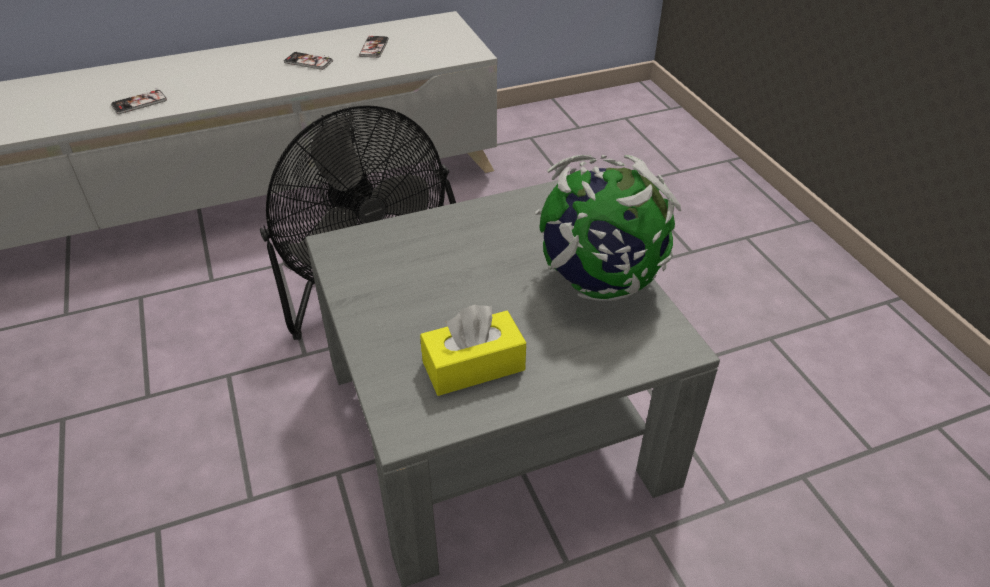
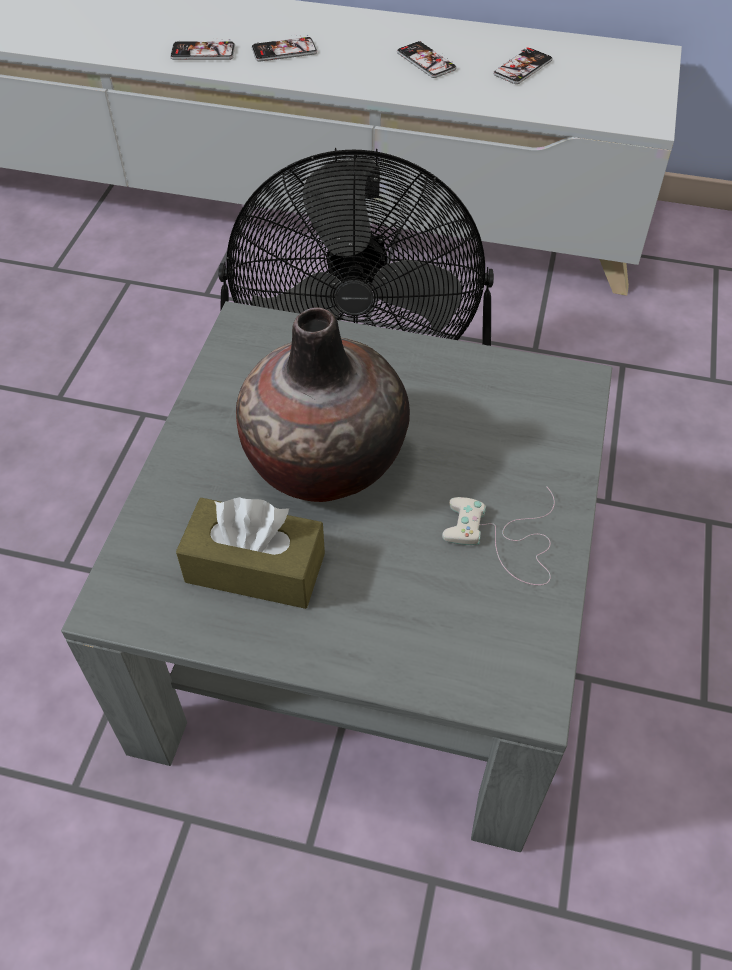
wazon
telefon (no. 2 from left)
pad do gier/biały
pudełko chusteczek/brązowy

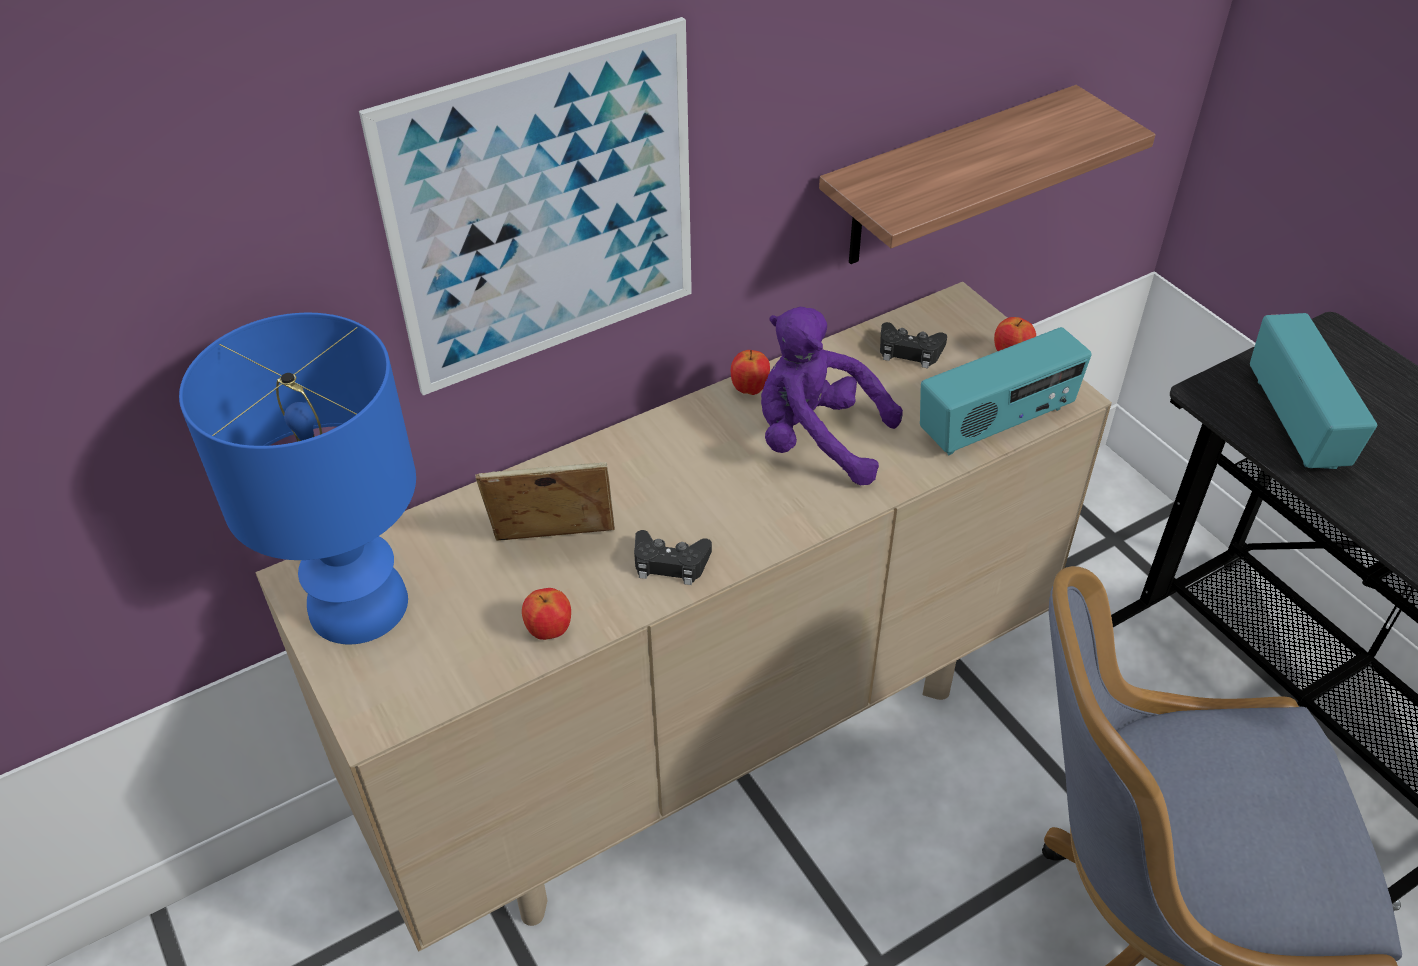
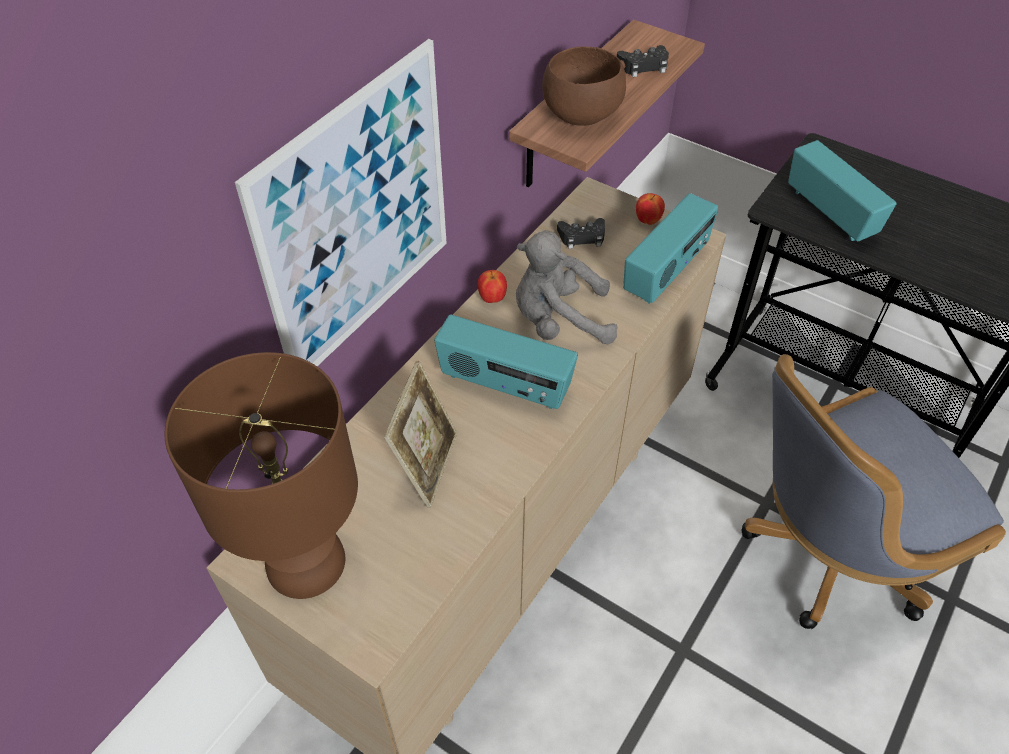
jabłko (no. 1 from left in the first image)
radio (no. 1 from left)
miska/brązowy
pad do gier/czarny (no. 2 from left)
lampa stołowa/brązowy
pluszak/szary
ramka na zdjęcie

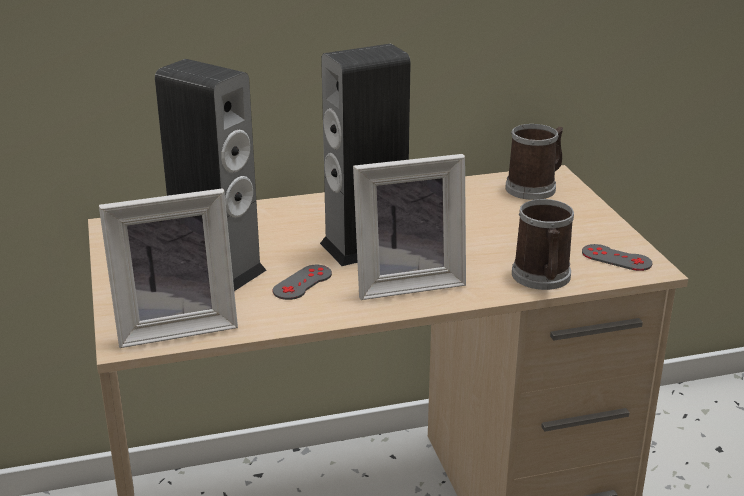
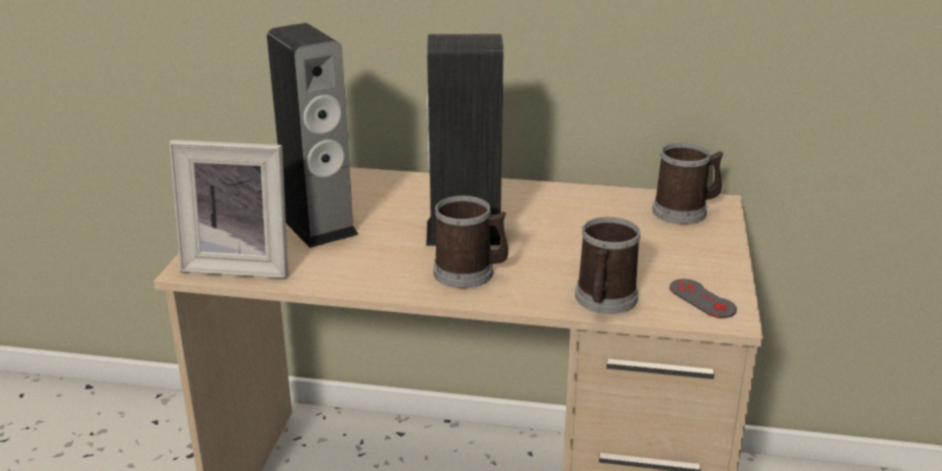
pad do gier/szary (no. 1 from left in the first image)
kubek (no. 1 from left)

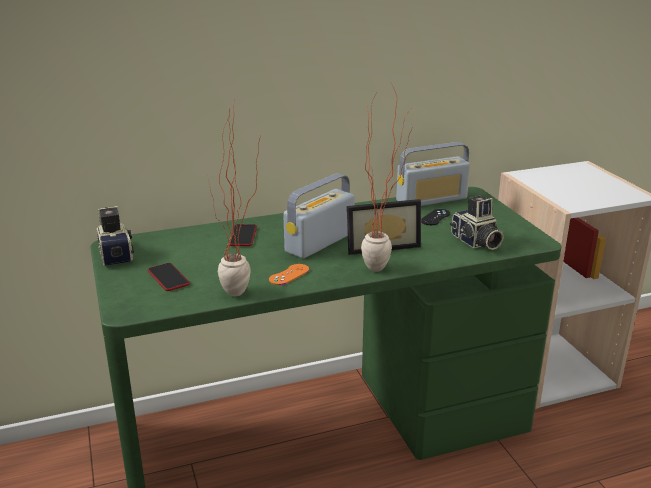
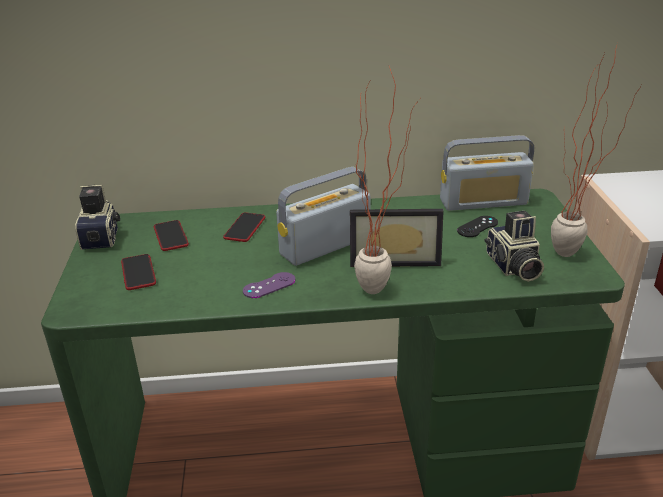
telefon (no. 2 from left)
roślina doniczkowa (no. 2 from left)
pad do gier/fioletowy

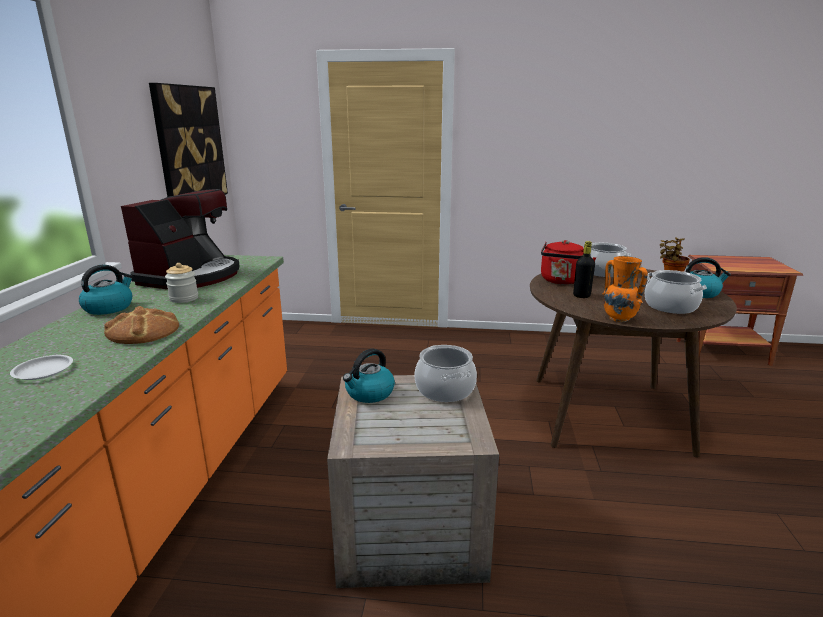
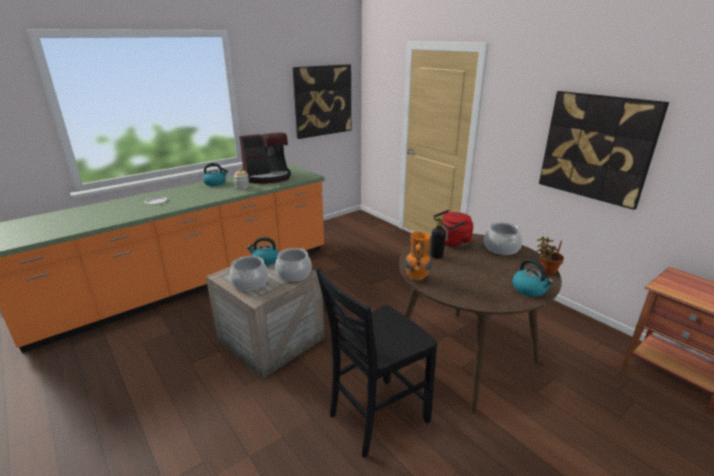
chleb
krzesło/czarny
obraz (no. 2 from left)
garnek (no. 1 from left)

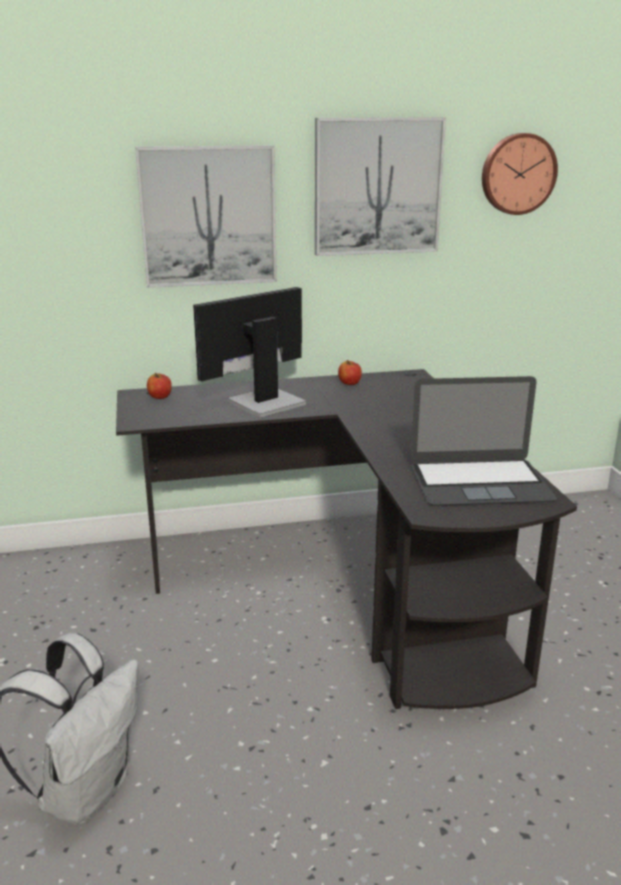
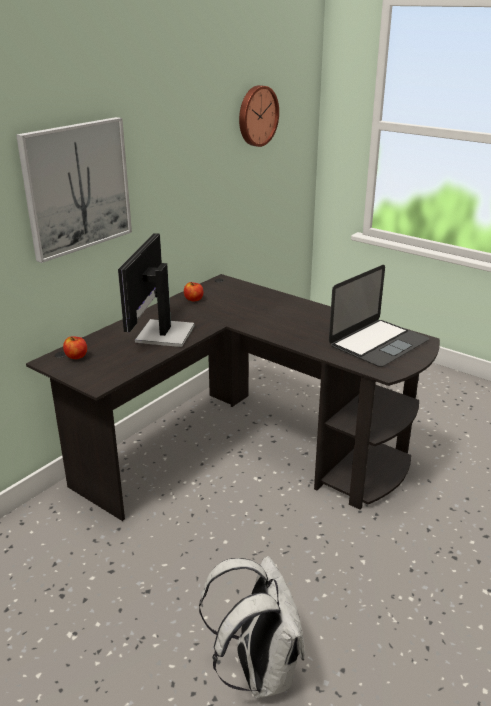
obraz (no. 2 from left in the first image)

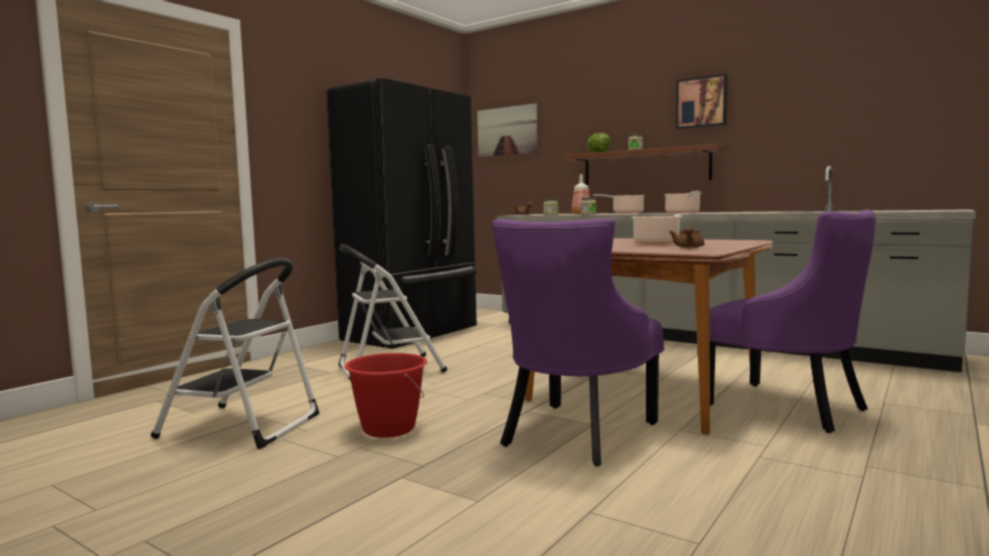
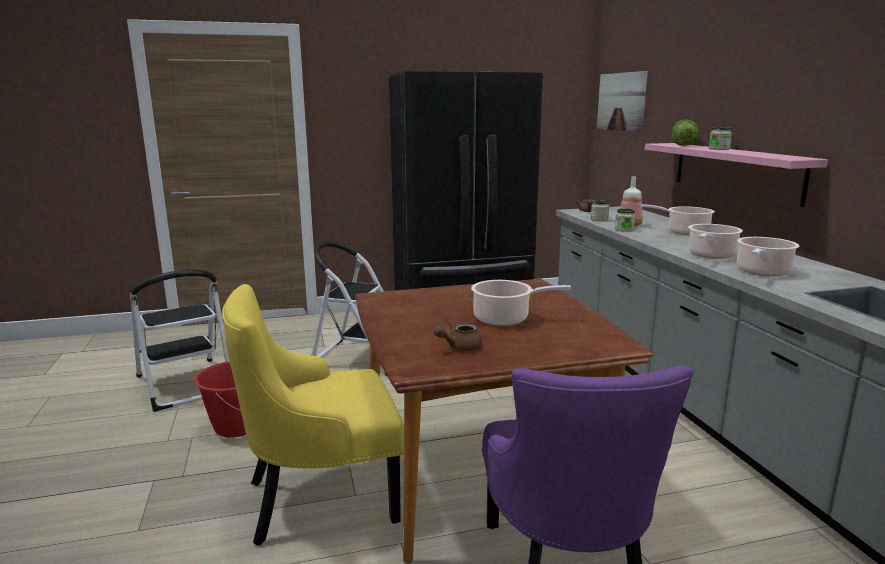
obraz (no. 2 from left in the first image)
garnek (no. 4 from left)
krzesło/żółty
półka/różowy

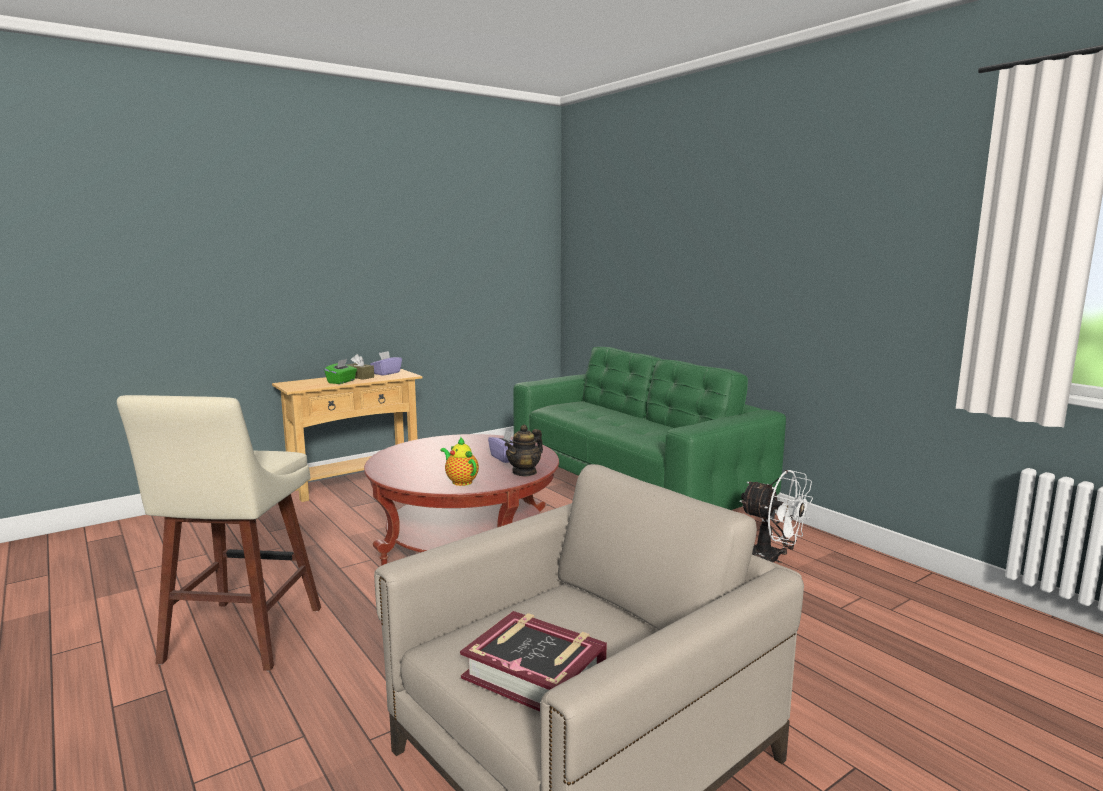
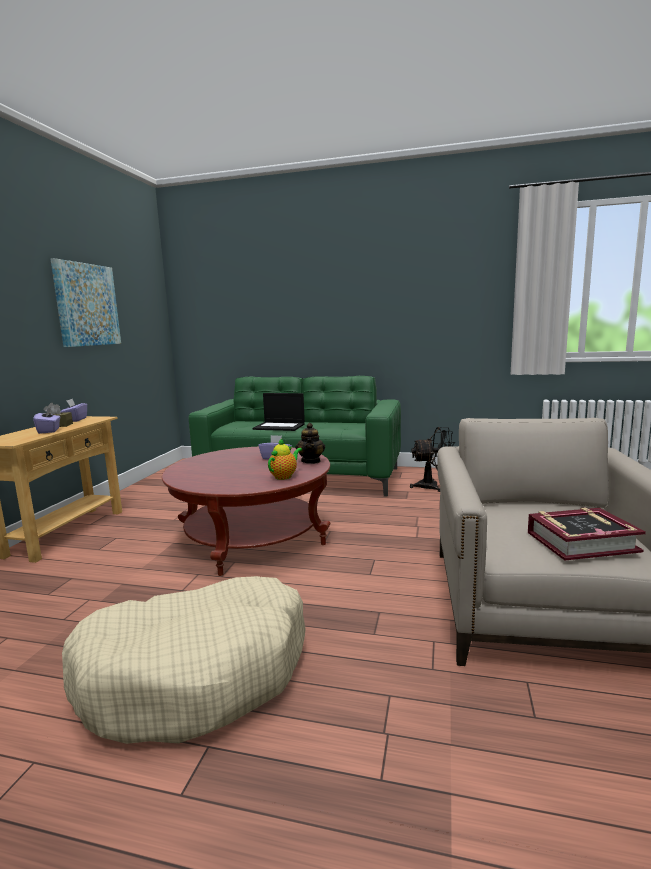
obraz
laptop
legowisko/beżowy
pudełko chusteczek/fioletowy (no. 1 from left)
wentylator/czarny
imbryk (no. 1 from left)

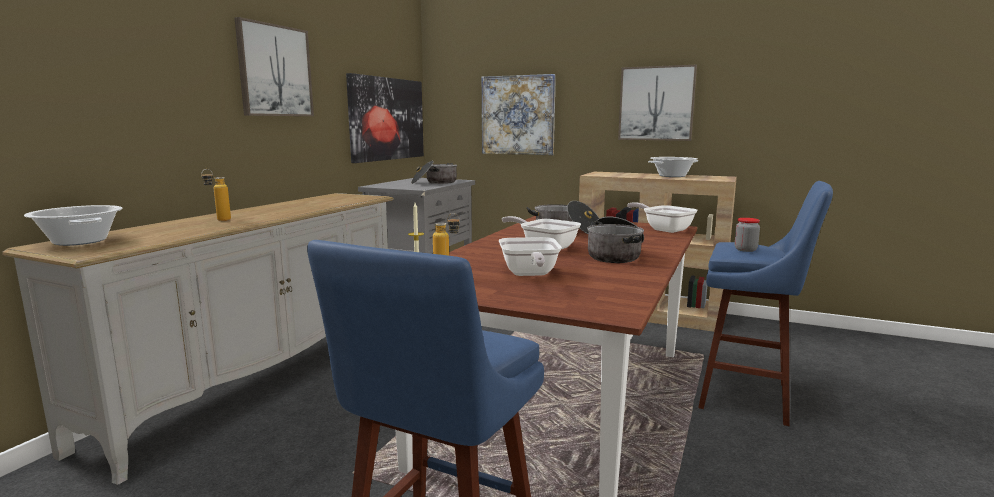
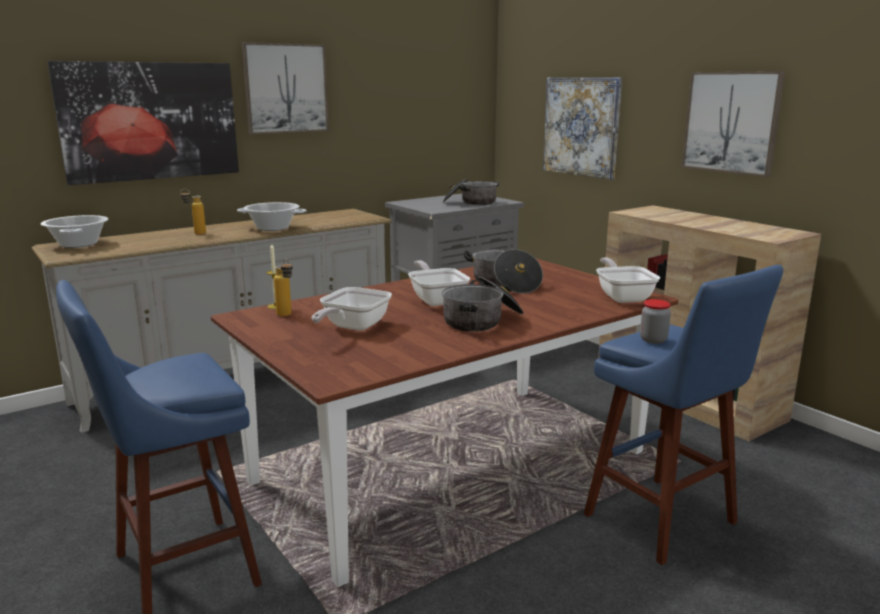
obraz (no. 1 from left)
garnek (no. 2 from left)

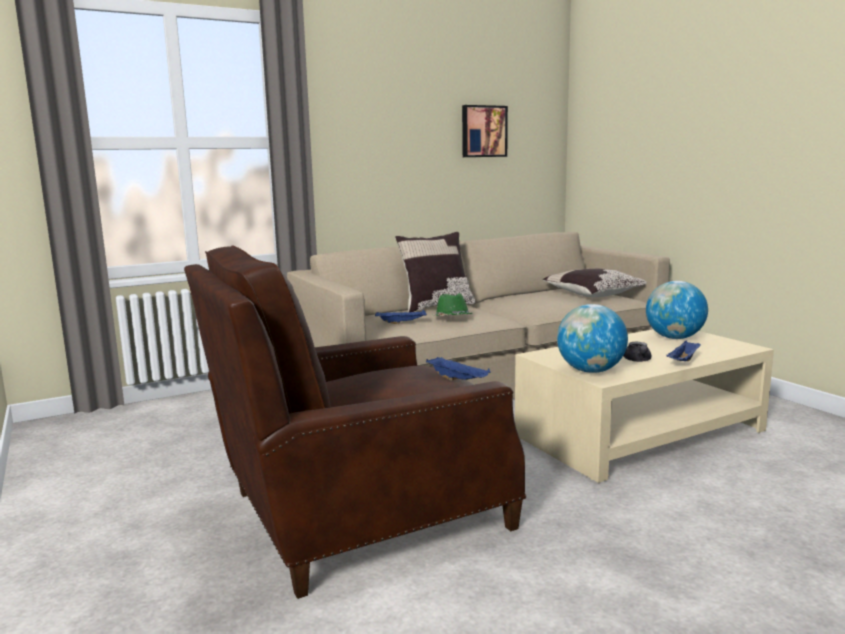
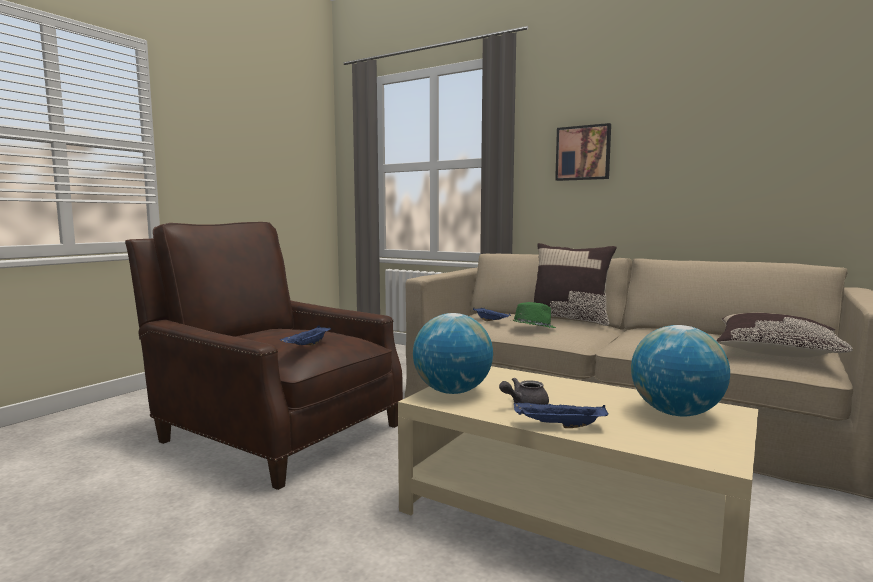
obraz

